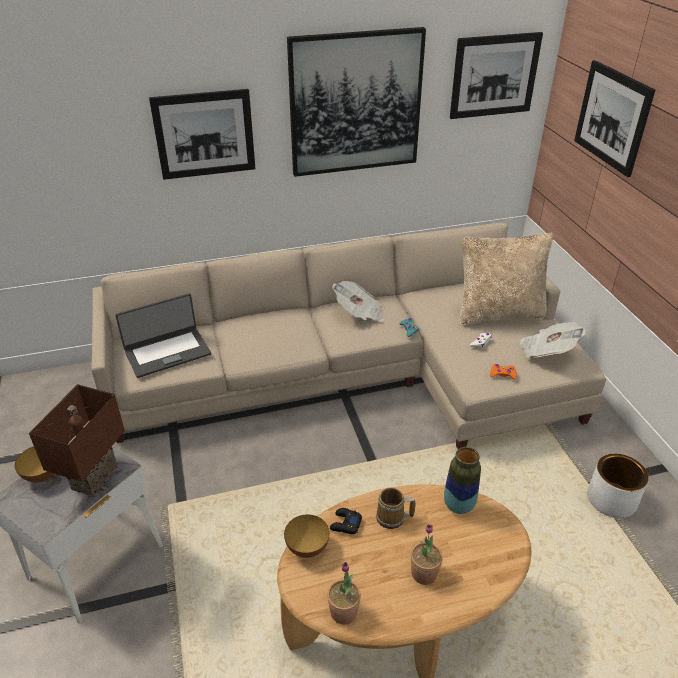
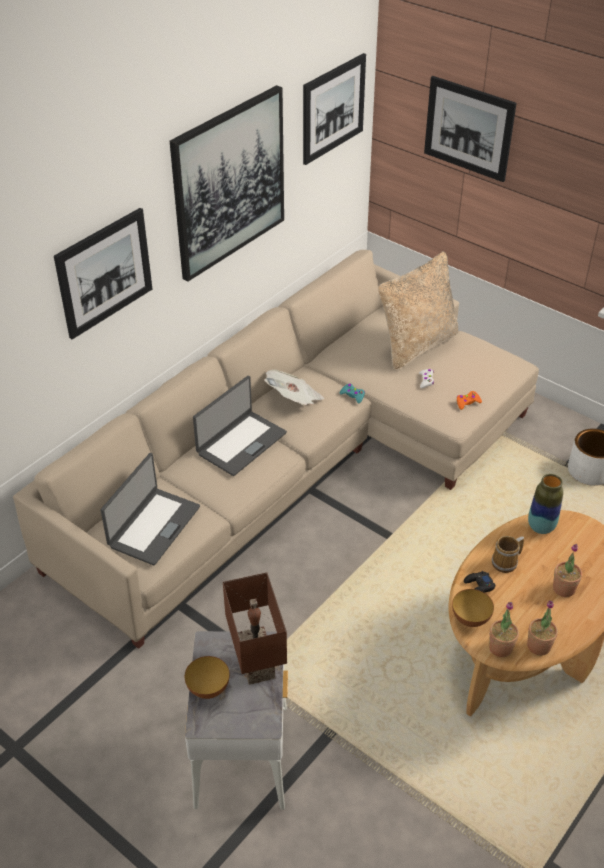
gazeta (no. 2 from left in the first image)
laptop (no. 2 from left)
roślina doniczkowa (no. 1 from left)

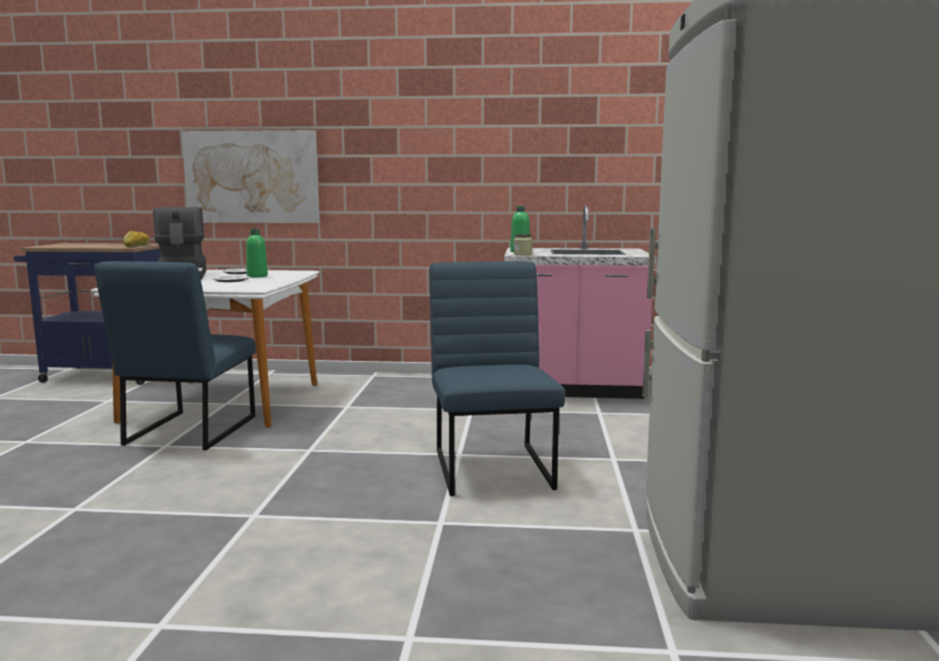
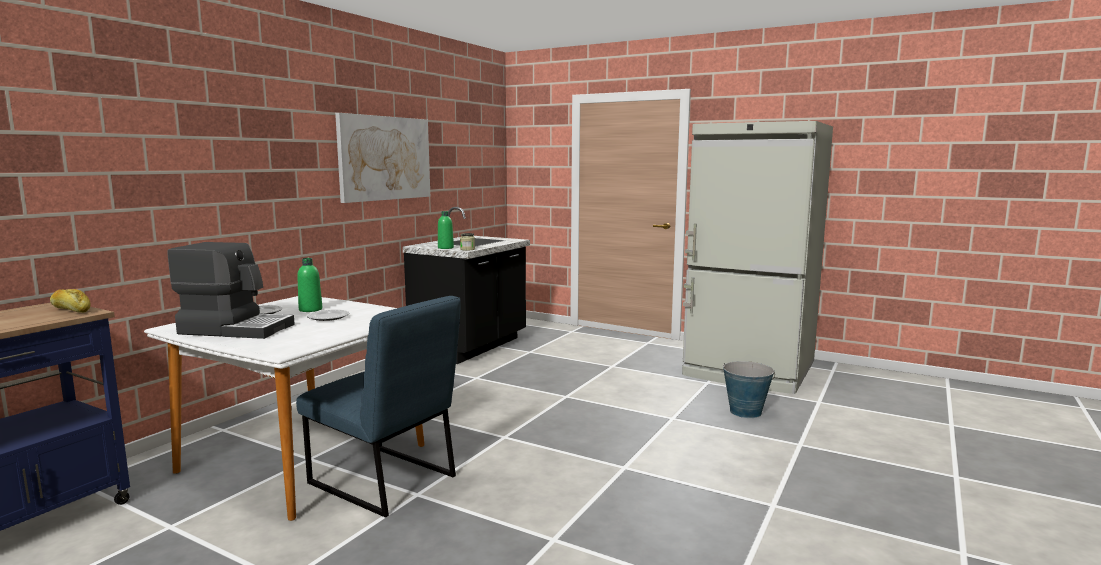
krzesło/niebieski (no. 2 from left in the first image)
wiadro
obraz
zabudowa kuchenna/czarny

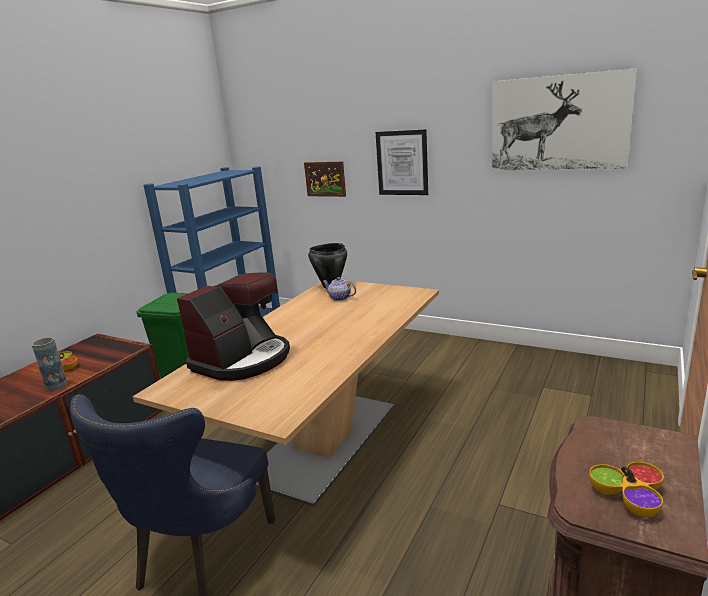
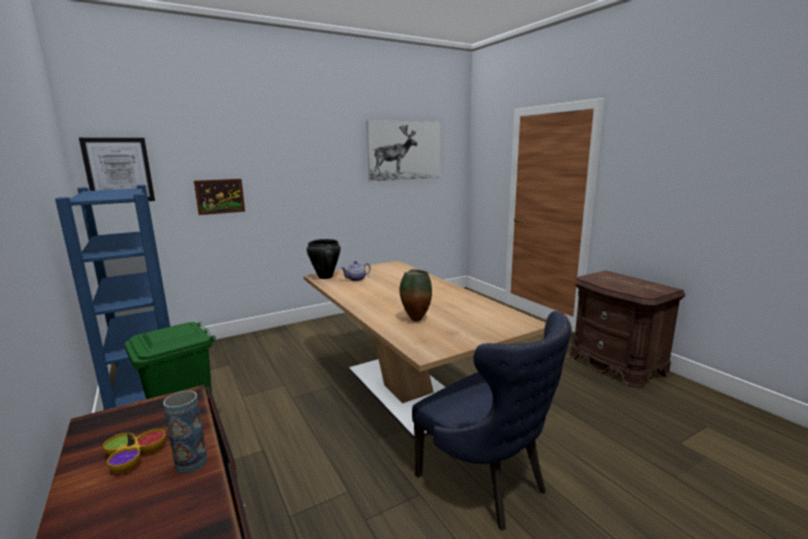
miska (no. 2 from left in the first image)
obraz (no. 1 from left)
wazon (no. 2 from left)

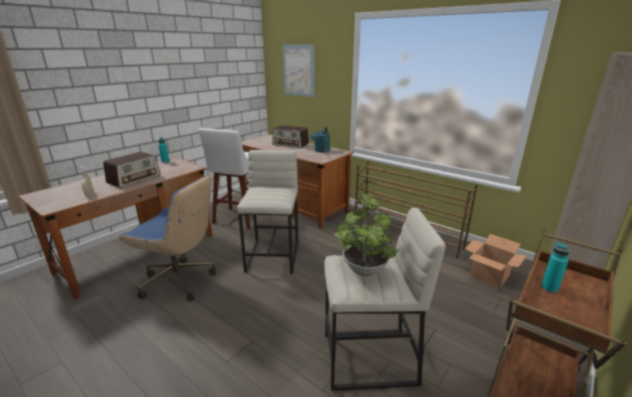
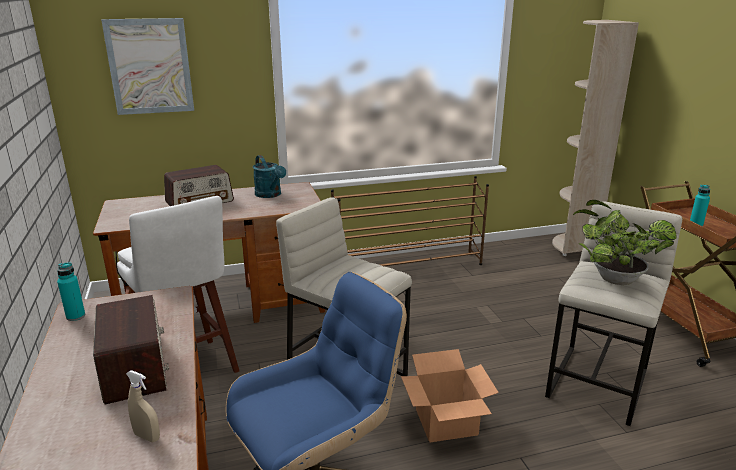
karton

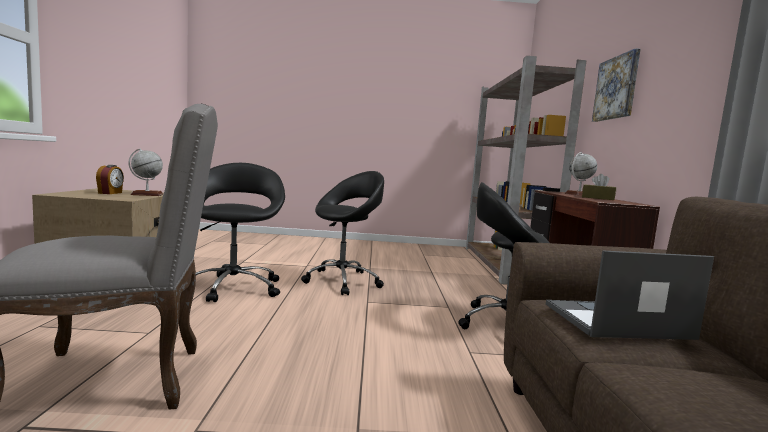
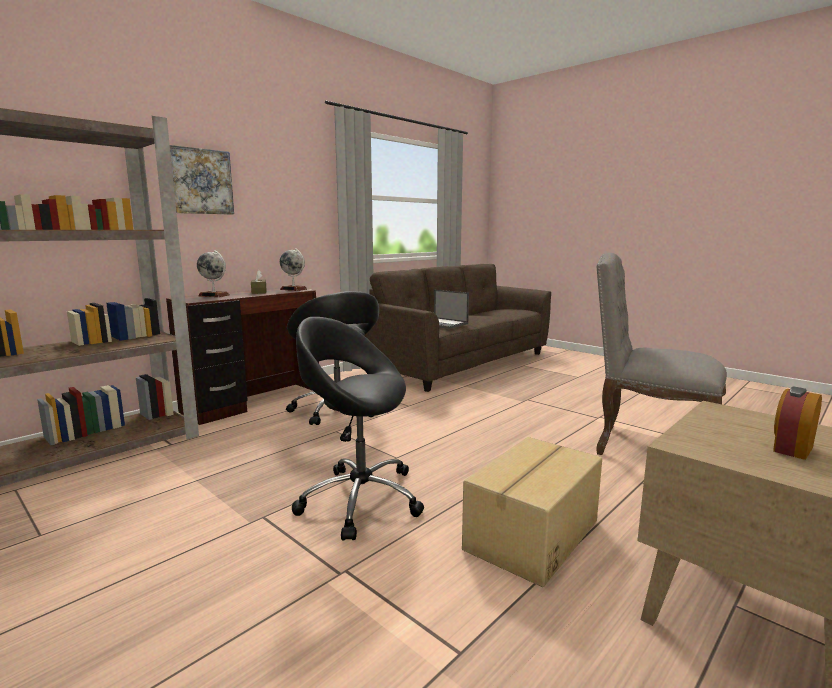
globus (no. 2 from left)
karton

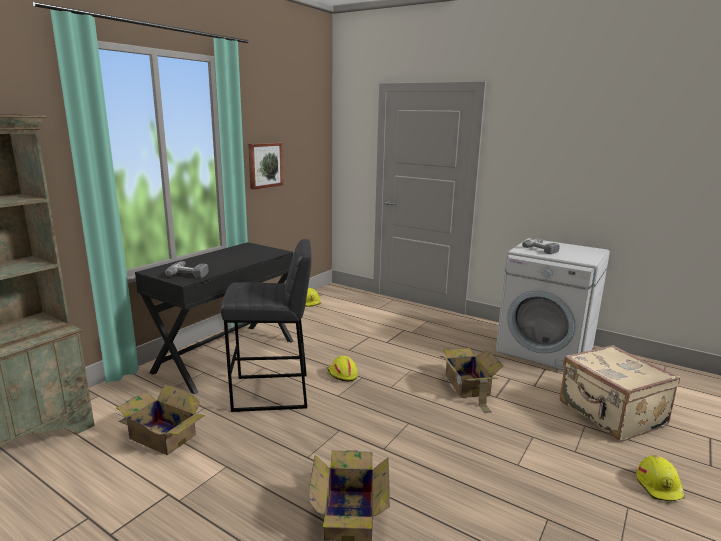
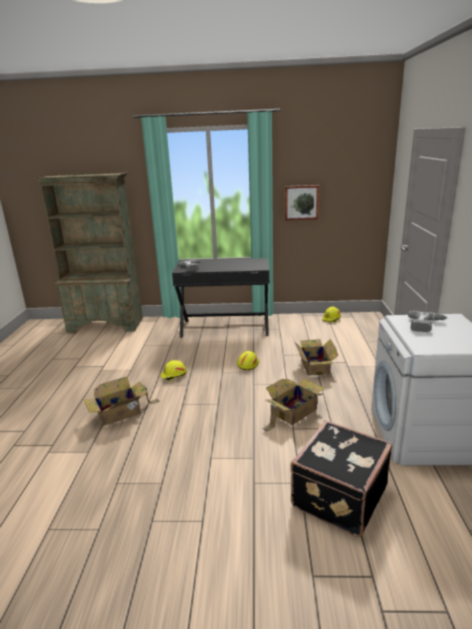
stołek/szary
karton (no. 3 from left)
kask/żółty (no. 1 from left)
walizka/czarny

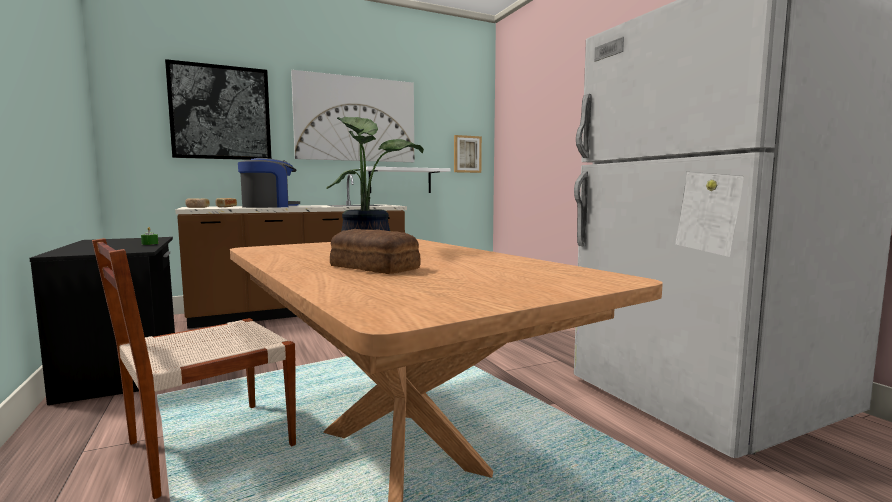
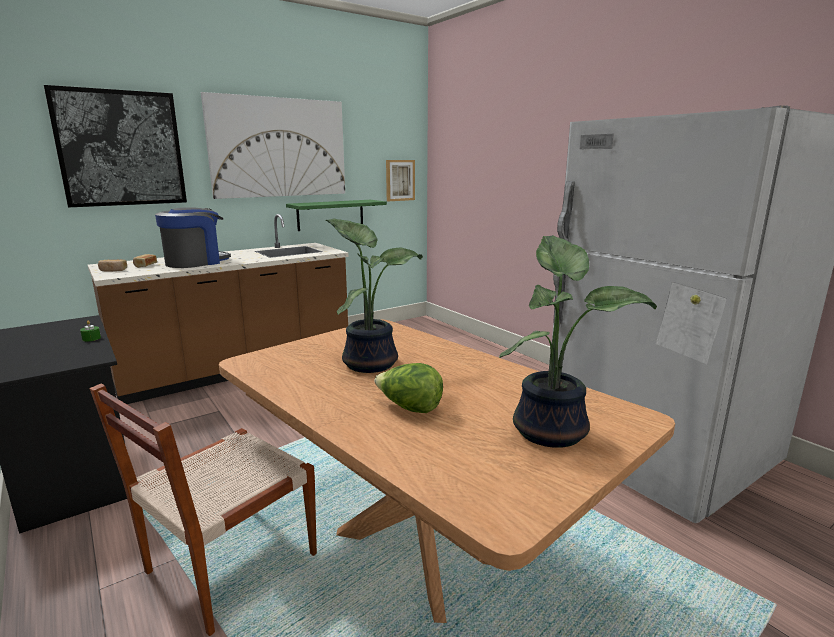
roślina doniczkowa (no. 2 from left)
sałata
półka/zielony

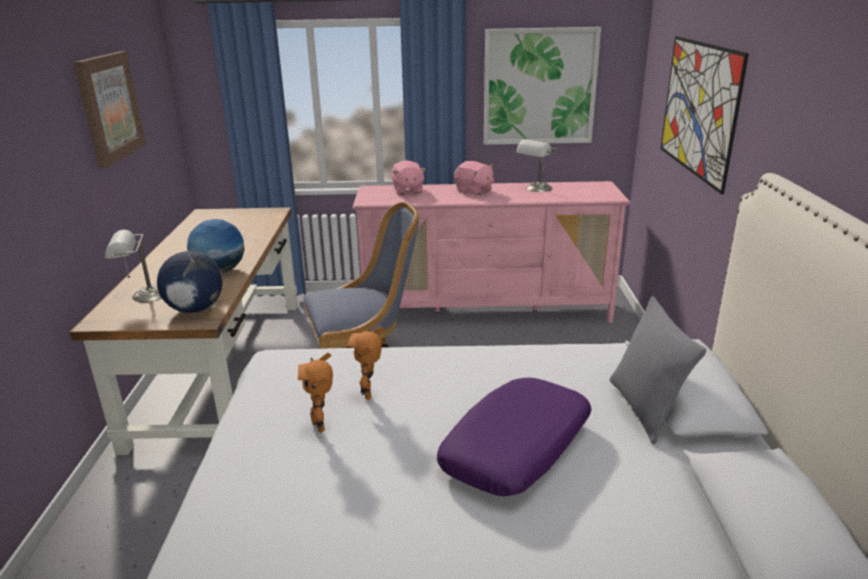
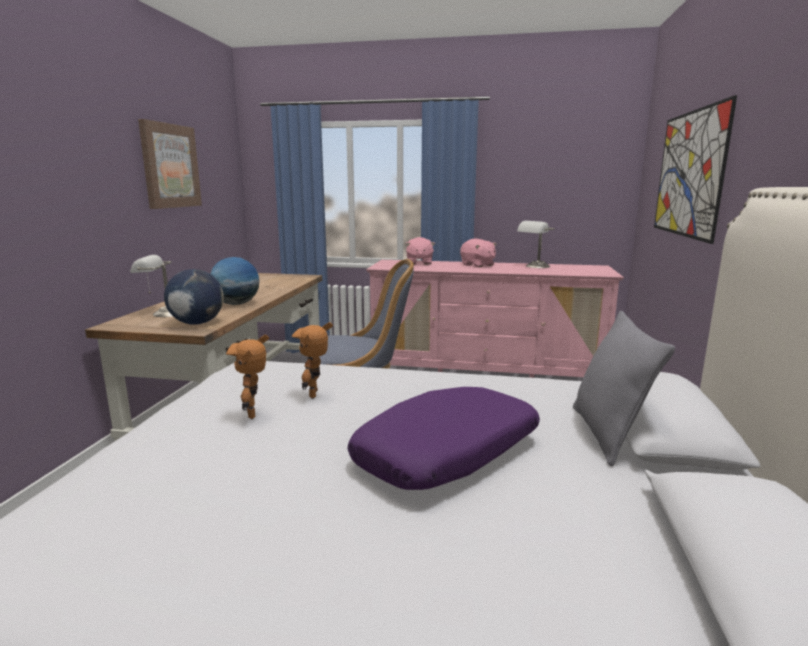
obraz (no. 2 from left in the first image)

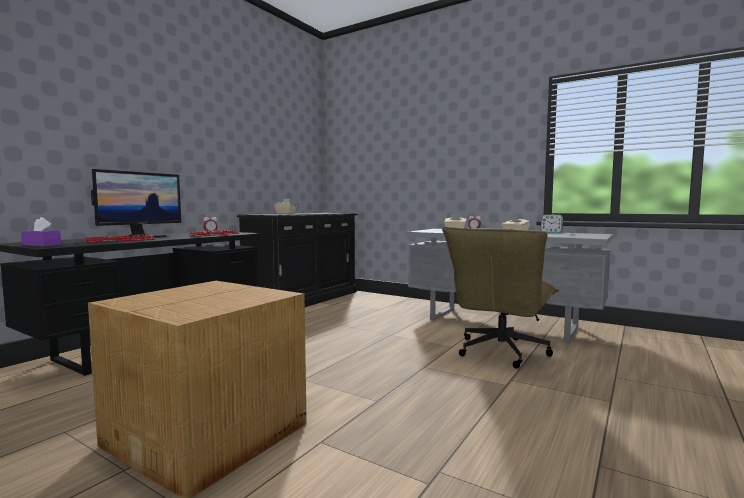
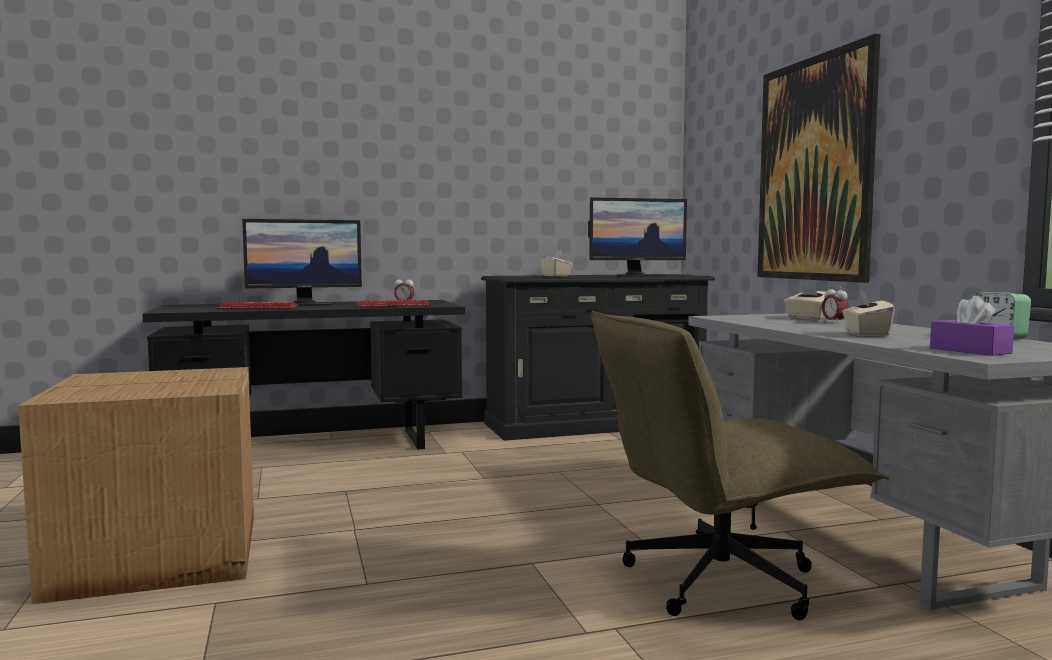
monitor (no. 2 from left)
obraz
pudełko chusteczek/fioletowy

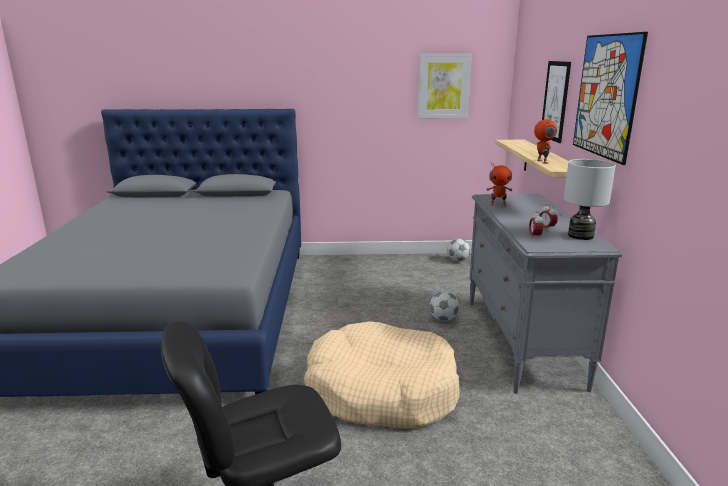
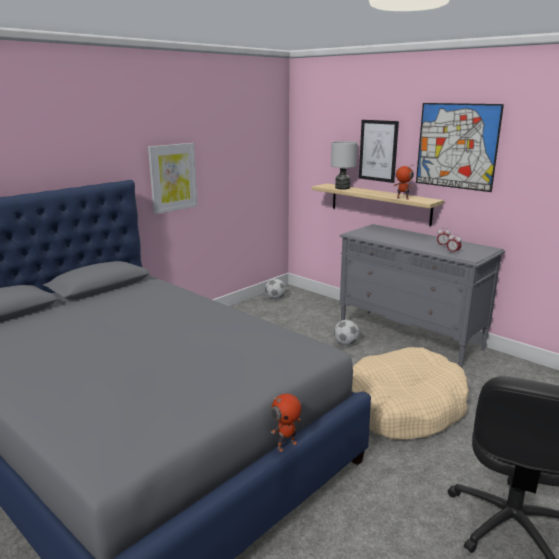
obraz (no. 1 from left)
robot zabawkowy (no. 1 from left)
lampa stołowa/szary

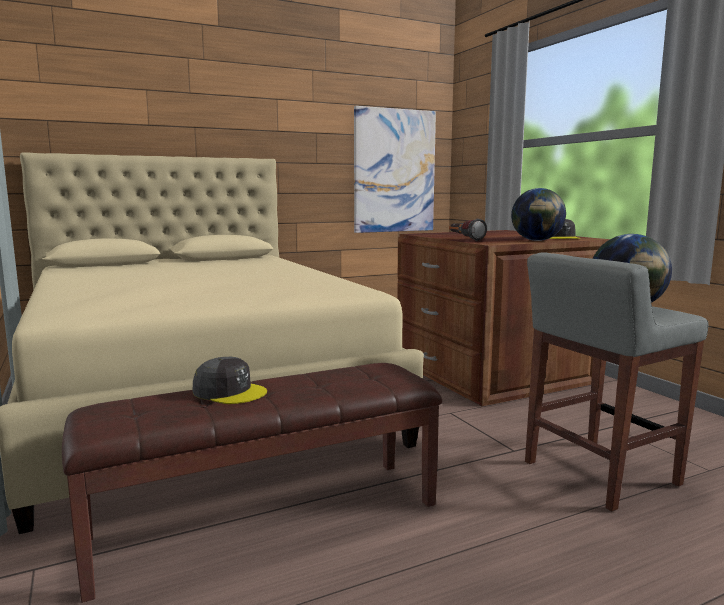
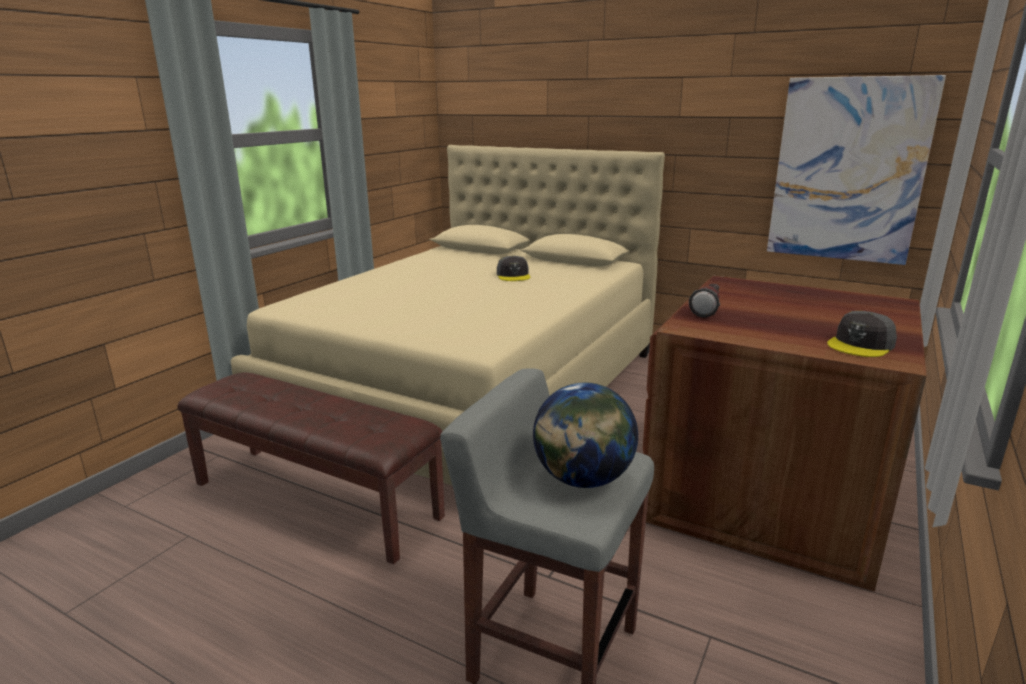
globus (no. 1 from left in the first image)
czapka z daszkiem/szary (no. 1 from left)

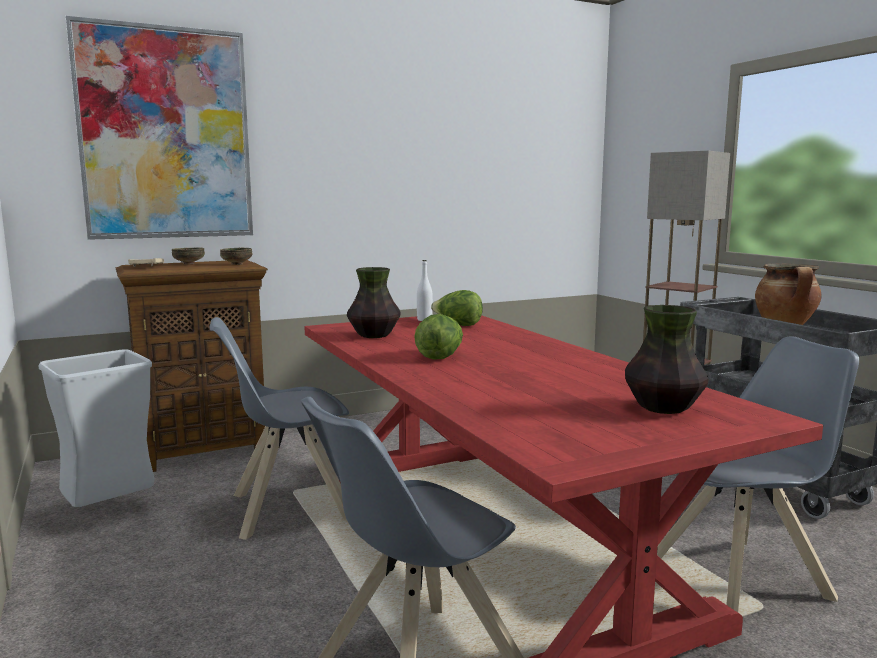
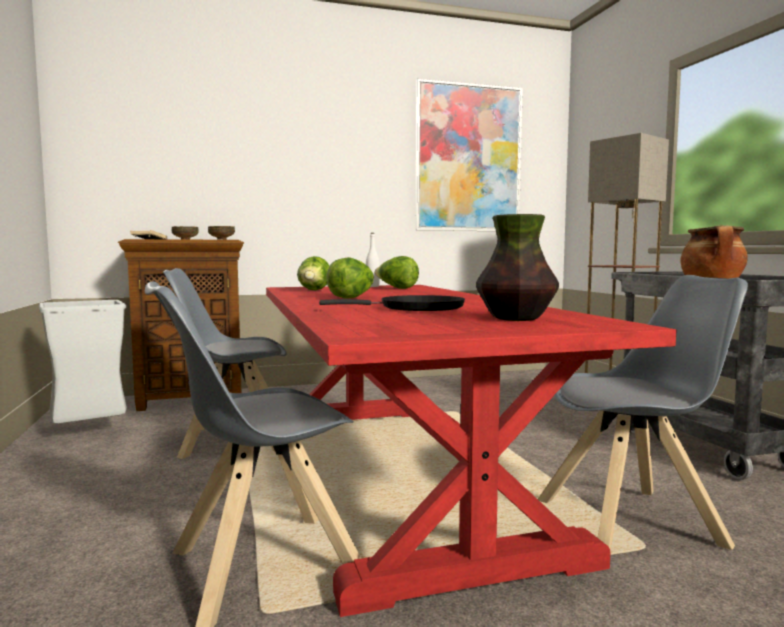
patelnia/czarny
obraz
sałata (no. 1 from left)

